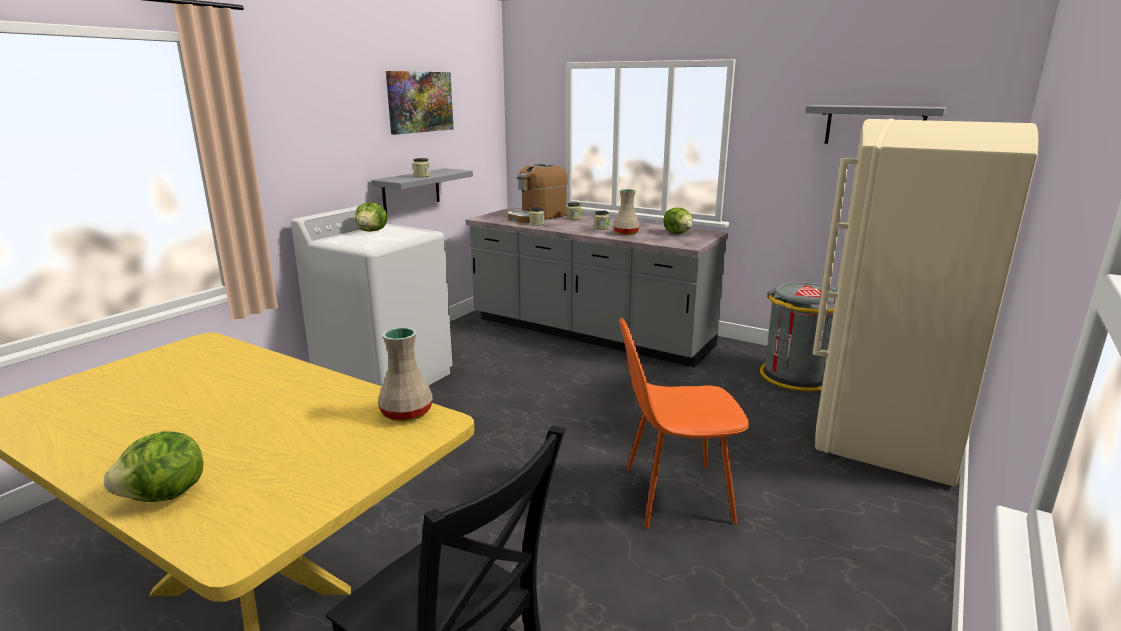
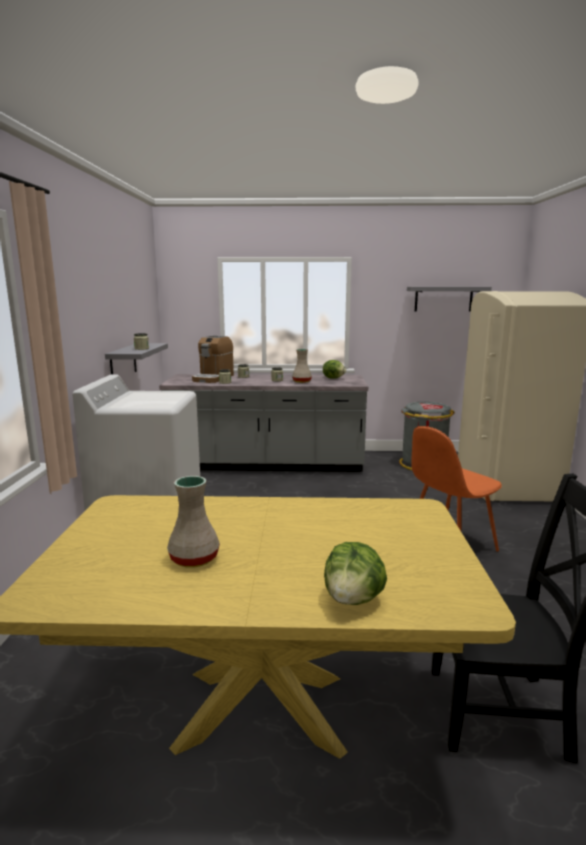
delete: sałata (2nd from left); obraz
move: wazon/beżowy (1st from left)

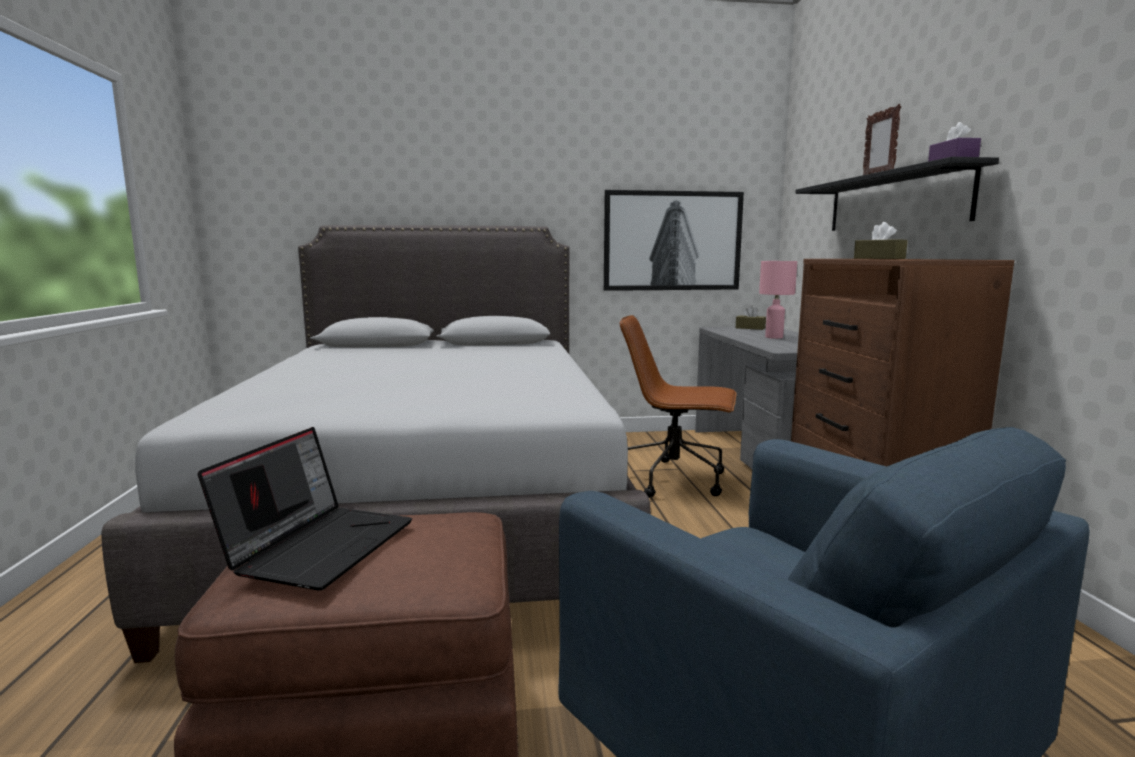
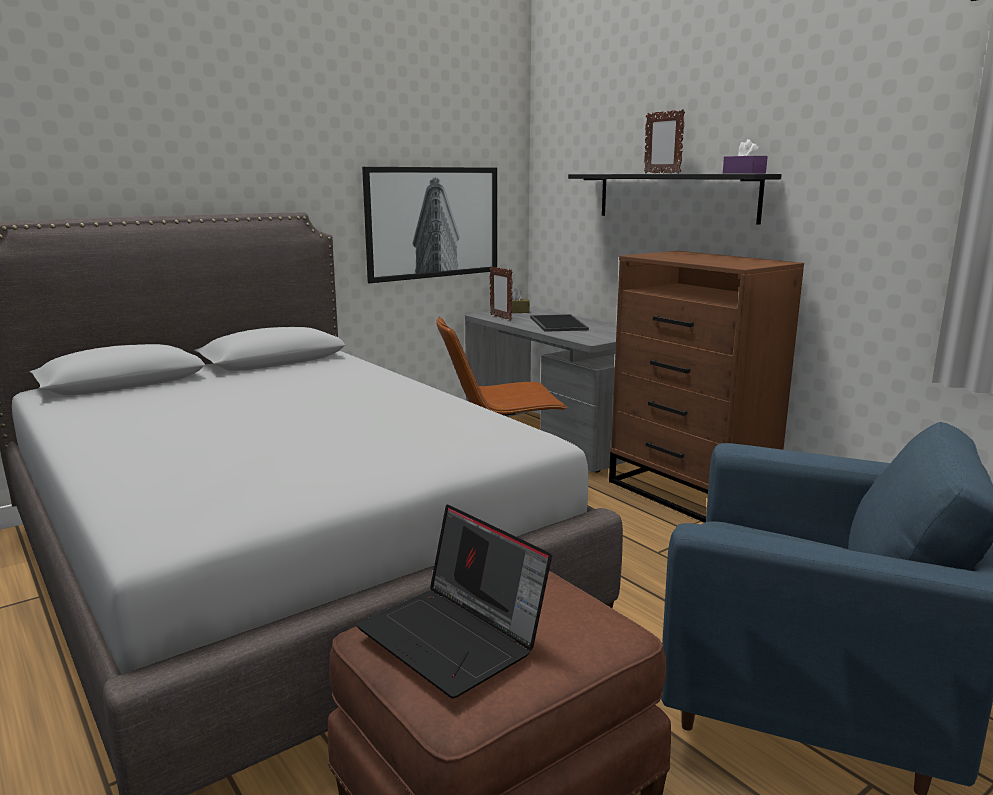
delete: pudełko chusteczek/brązowy (2nd from left)
insert: ramka na zdjęcie (1st from left)
replace: lampa stołowa/różowy to taca
rotate: laptop 150 degrees clockwise

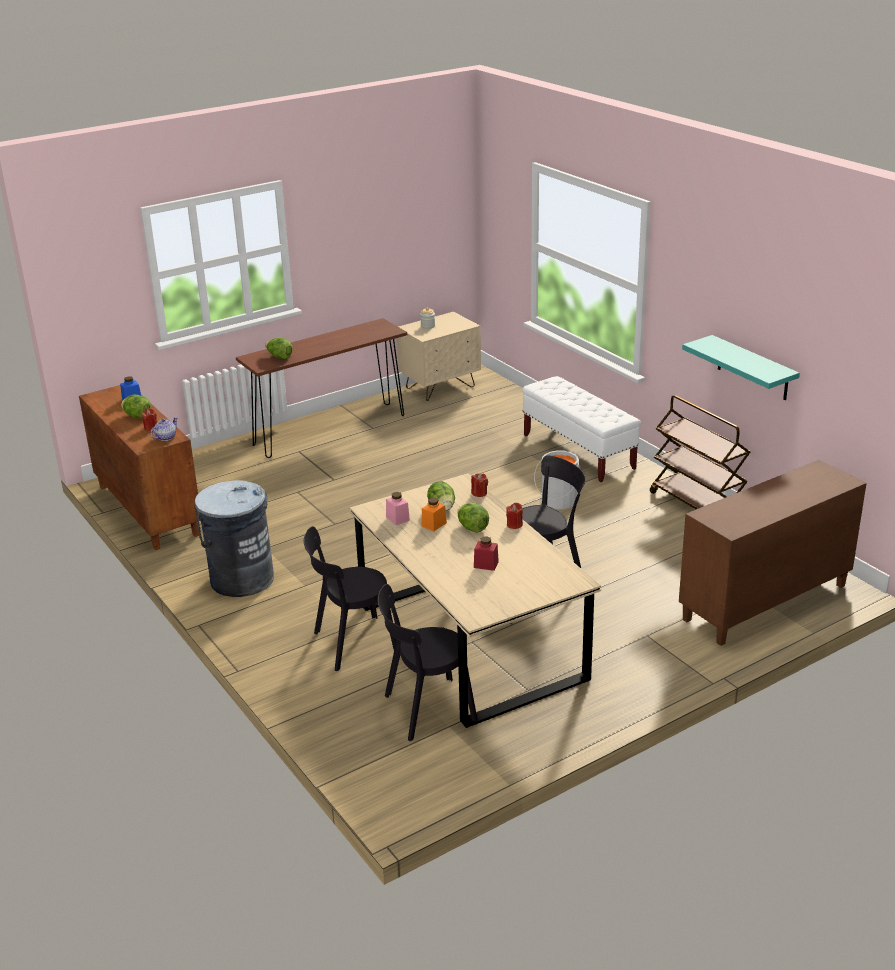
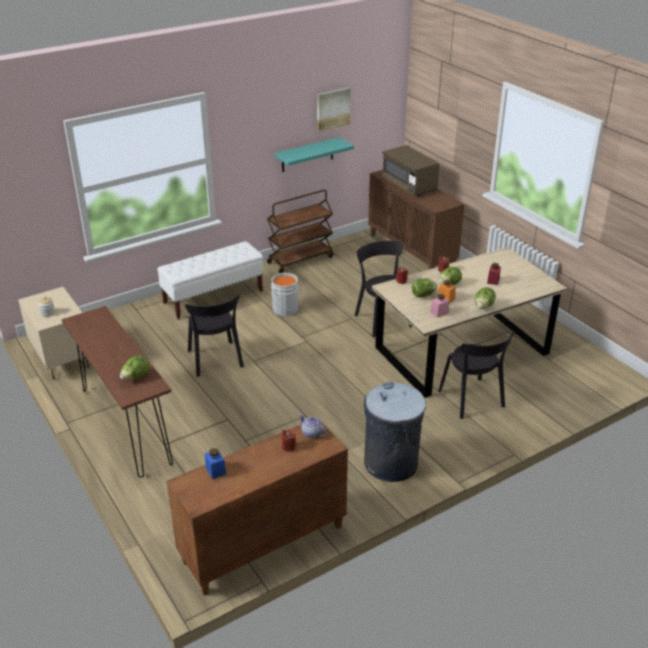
insert: obraz; mikrofalówka/brązowy
move: sałata (1st from left in the first image) to sałata (4th from left); krzesło/czarny (2nd from left in the first image) to krzesło/czarny (1st from left)

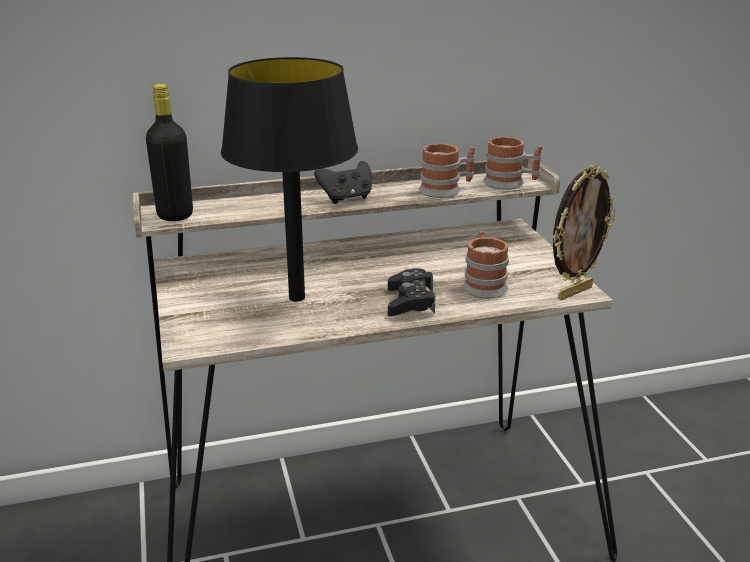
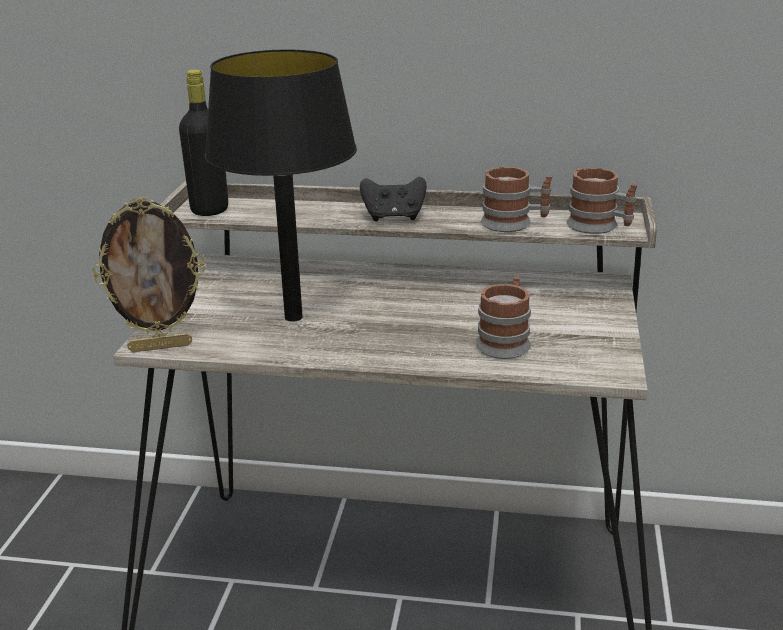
delete: pad do gier/czarny (2nd from left)
move: ramka na zdjęcie

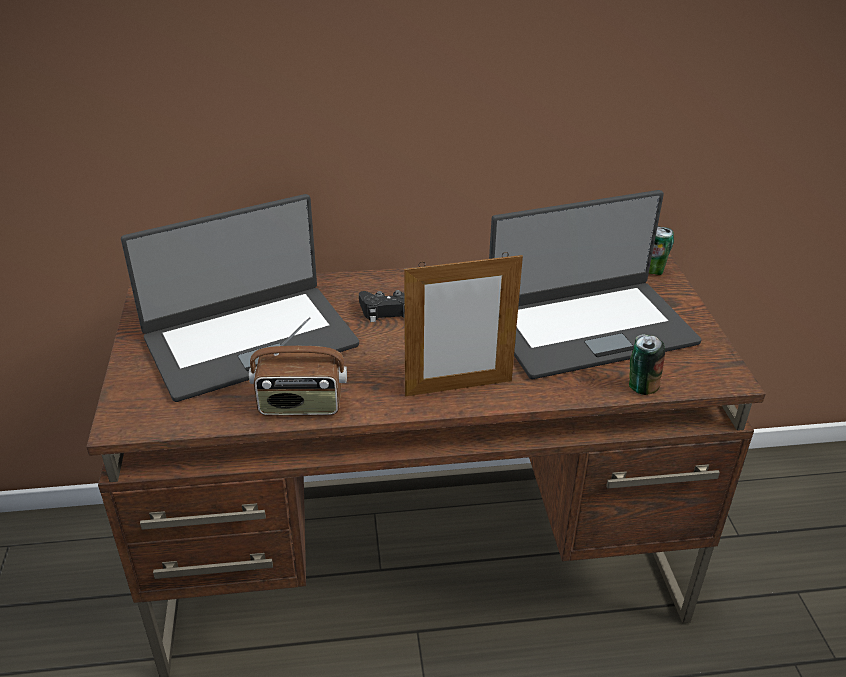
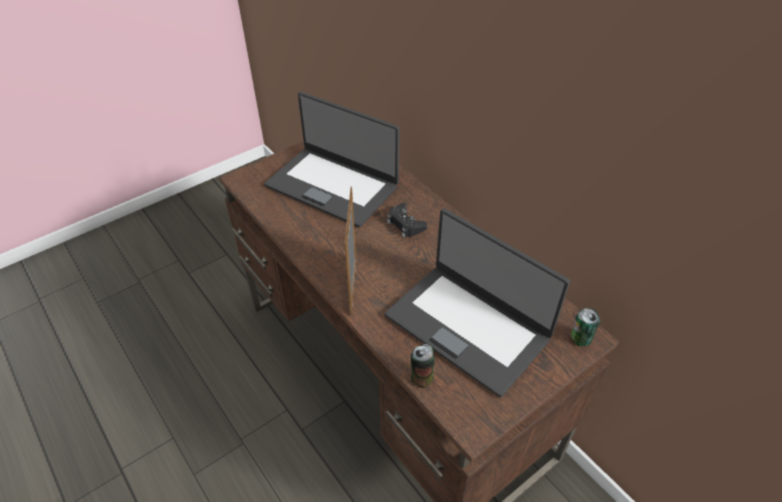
delete: radio
rotate: ramka na zdjęcie 45 degrees clockwise

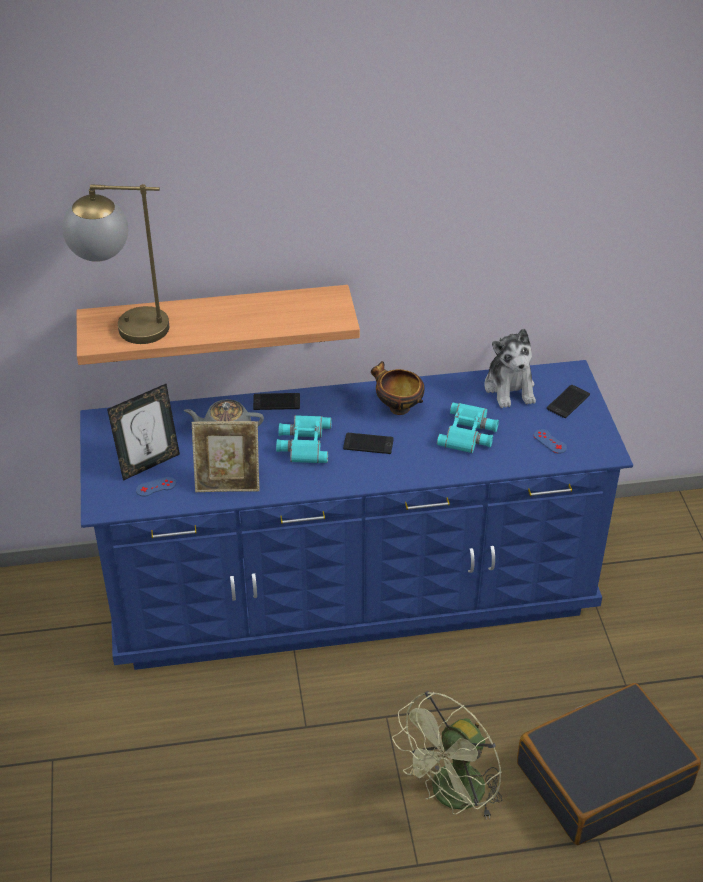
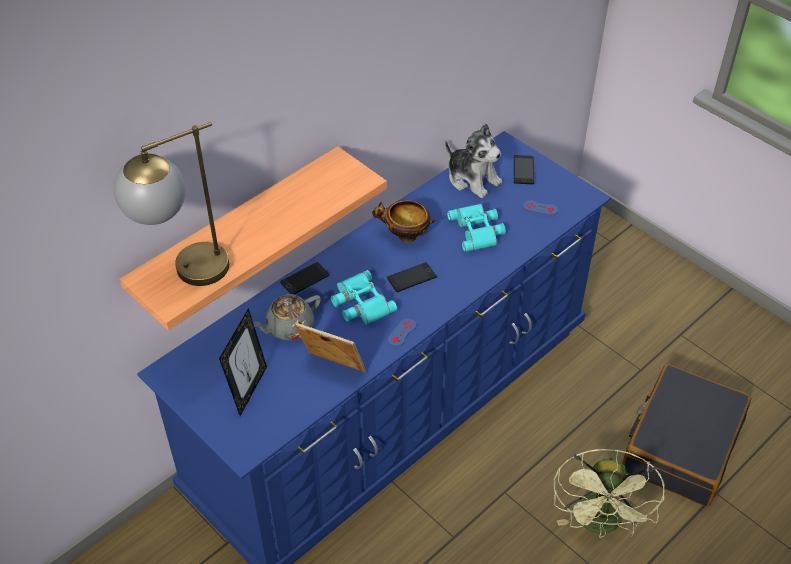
move: pad do gier/niebieski (1st from left)
rotate: ramka na zdjęcie (2nd from left) 120 degrees counterclockwise

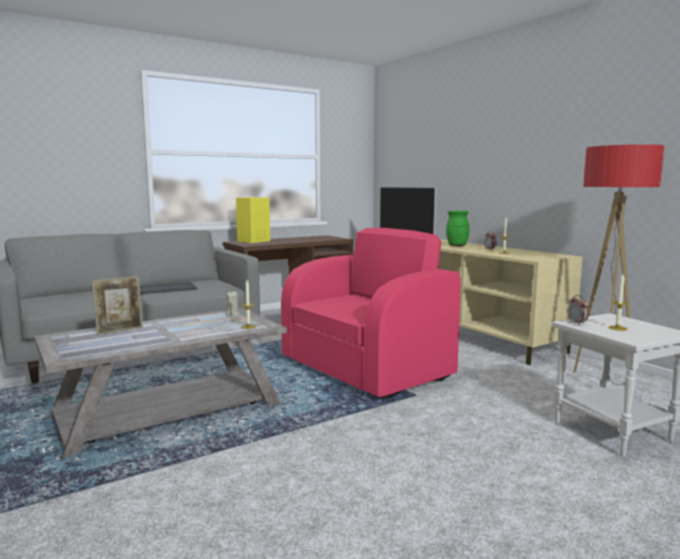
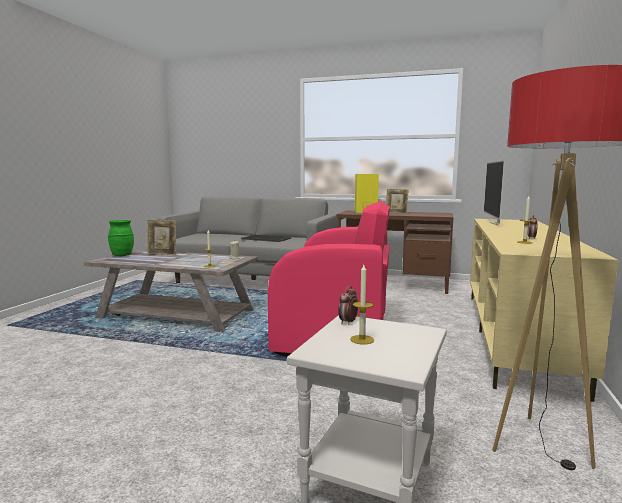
insert: ramka na zdjęcie (2nd from left)
move: wazon/zielony

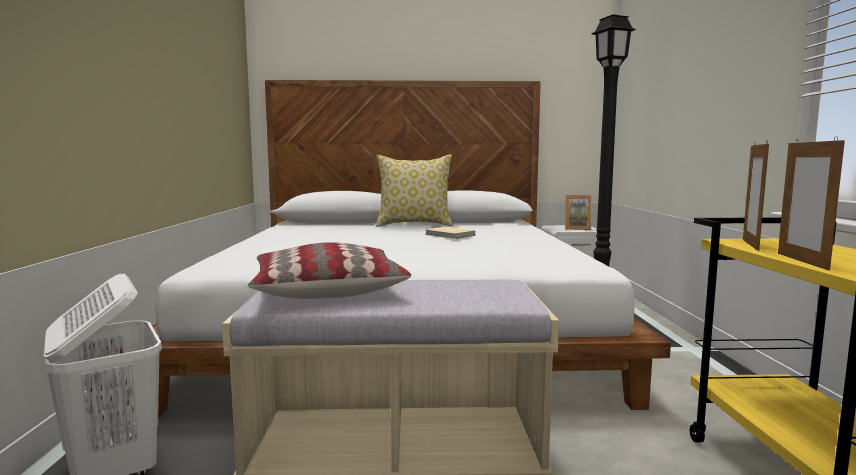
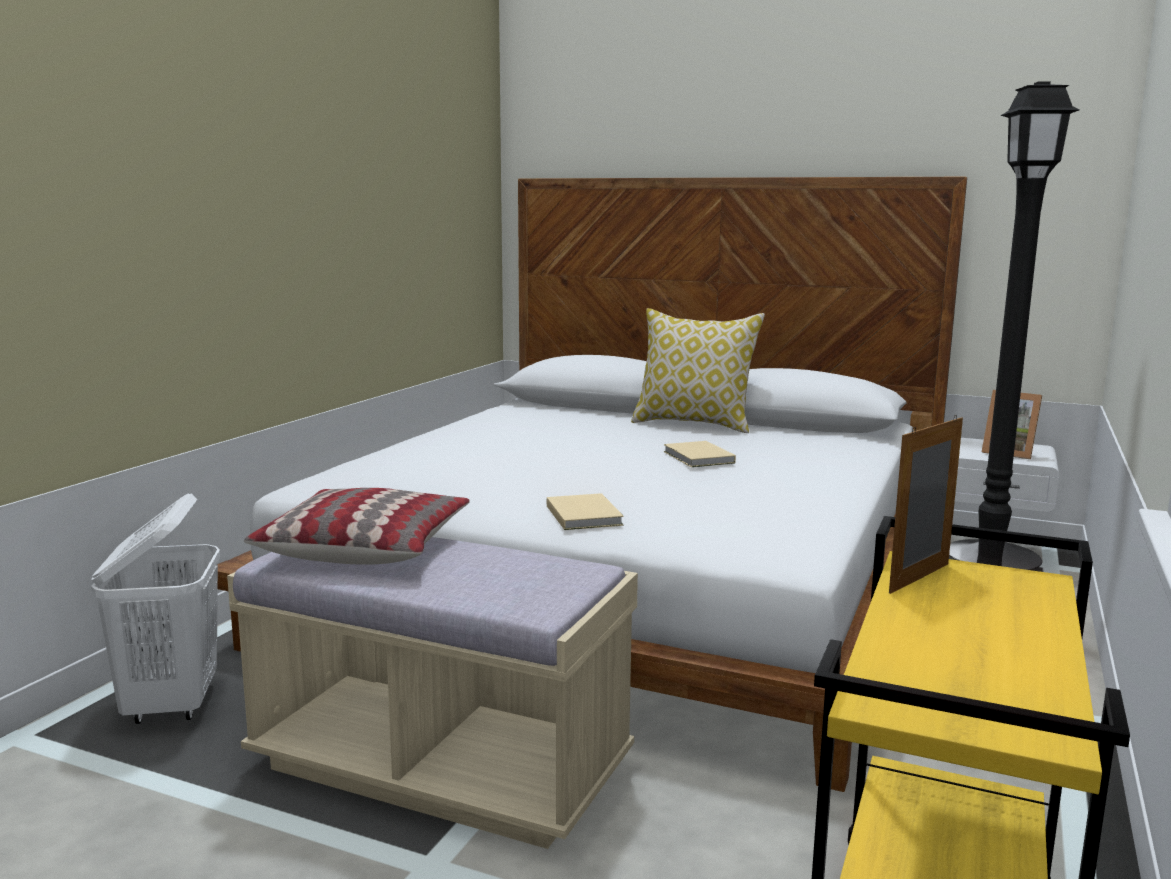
delete: ramka na zdjęcie (3rd from left)
insert: książka/beżowy (1st from left)

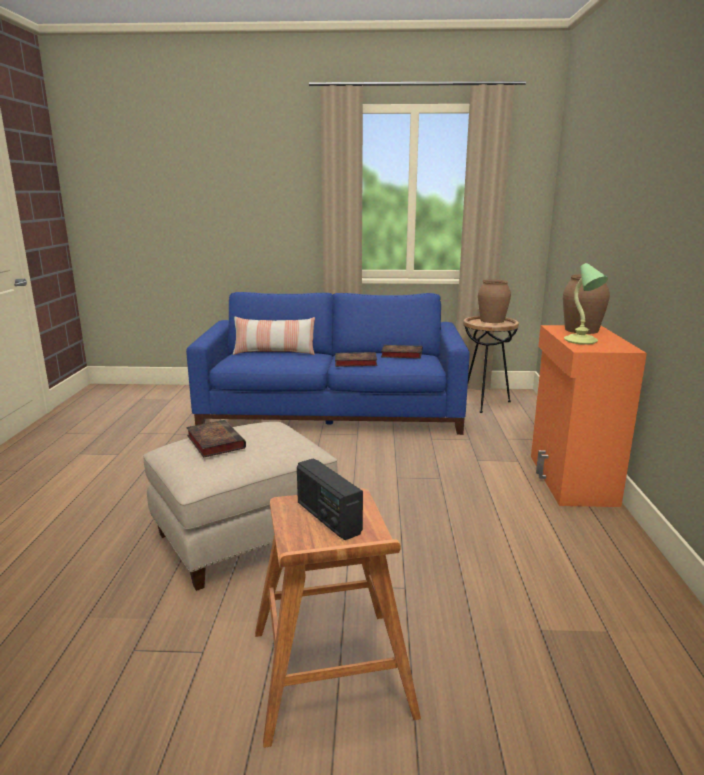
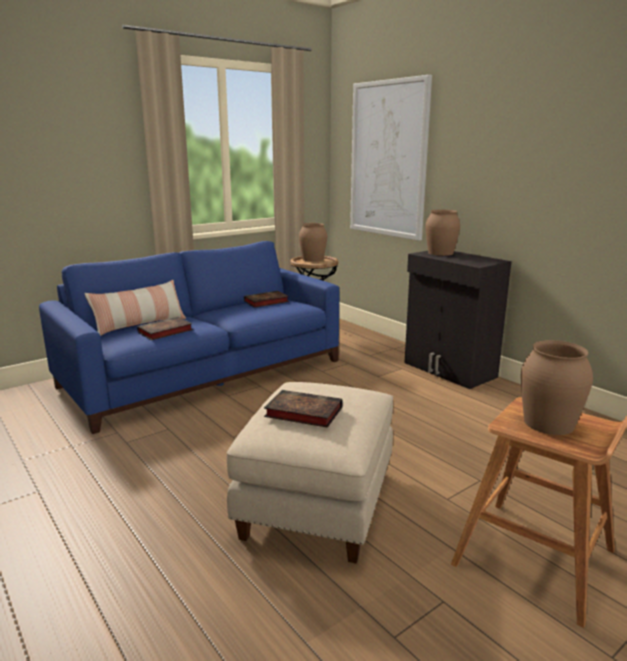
delete: lampa stołowa
insert: obraz
move: książka (2nd from left in the first image) to książka (1st from left)
replace: radio to wazon/brązowy (3rd from left)
recolor: szafka/pomarańczowy to szafka/czarny

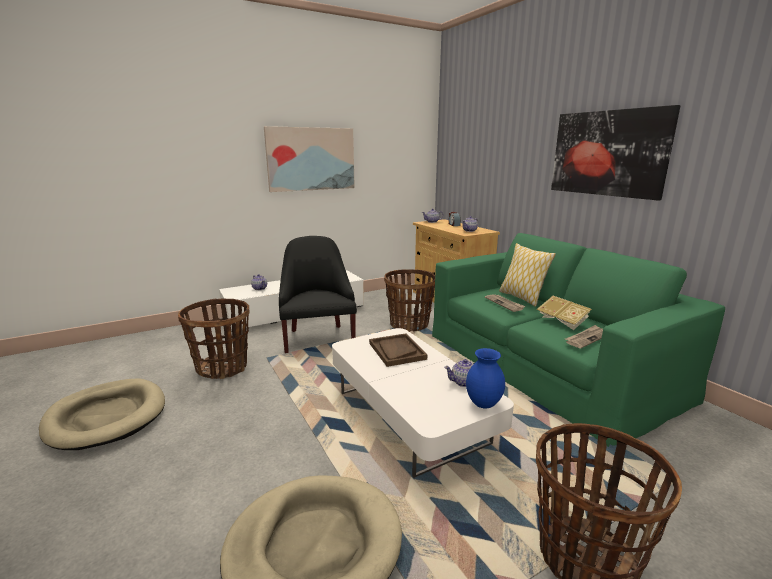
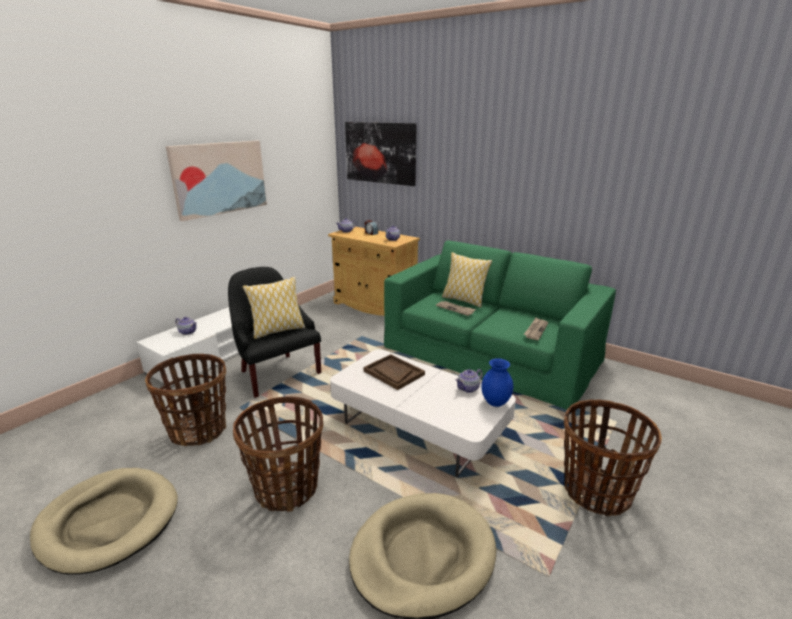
delete: książka
insert: poduszka (1st from left)
move: koszyk (2nd from left); obraz (2nd from left)

